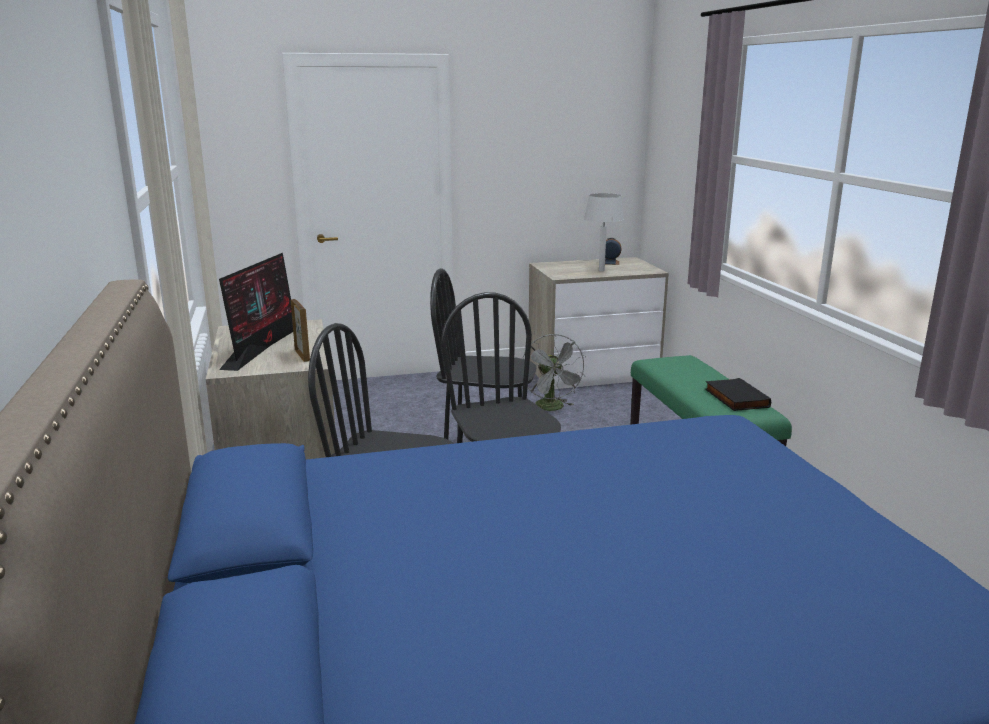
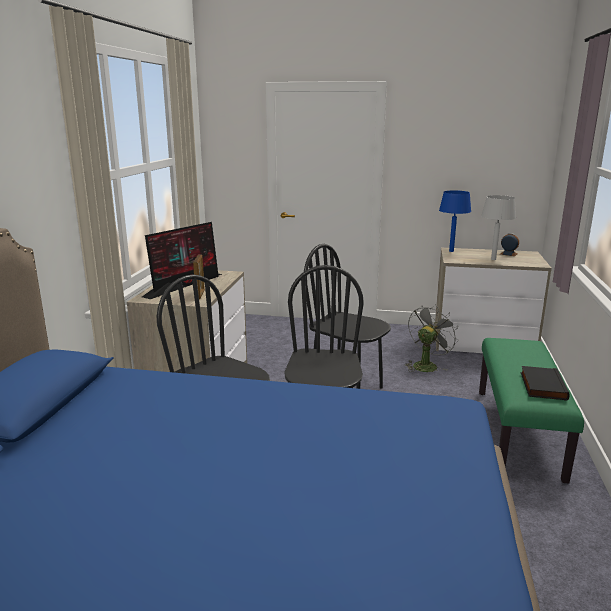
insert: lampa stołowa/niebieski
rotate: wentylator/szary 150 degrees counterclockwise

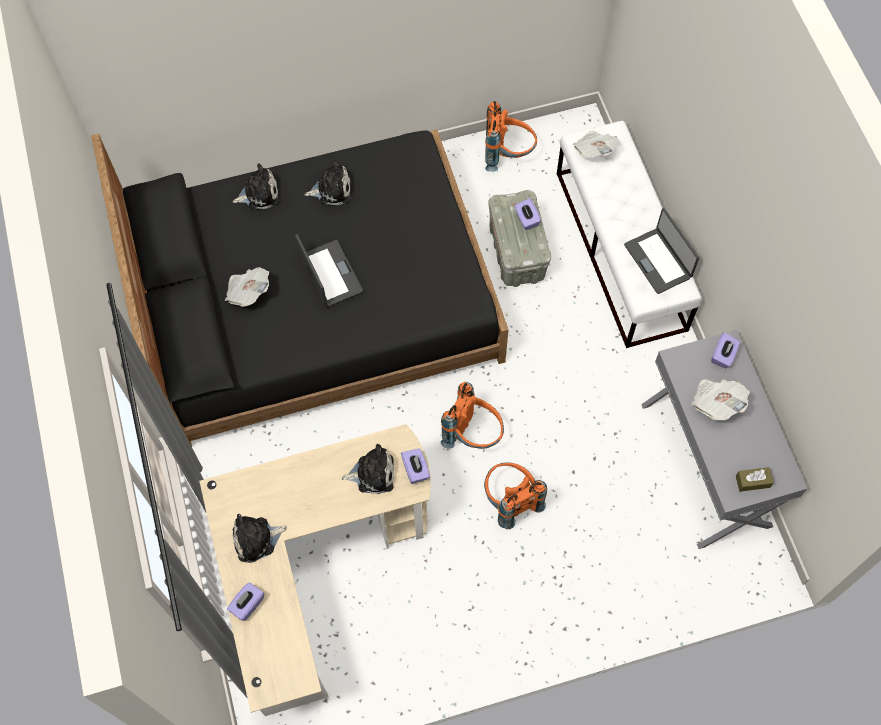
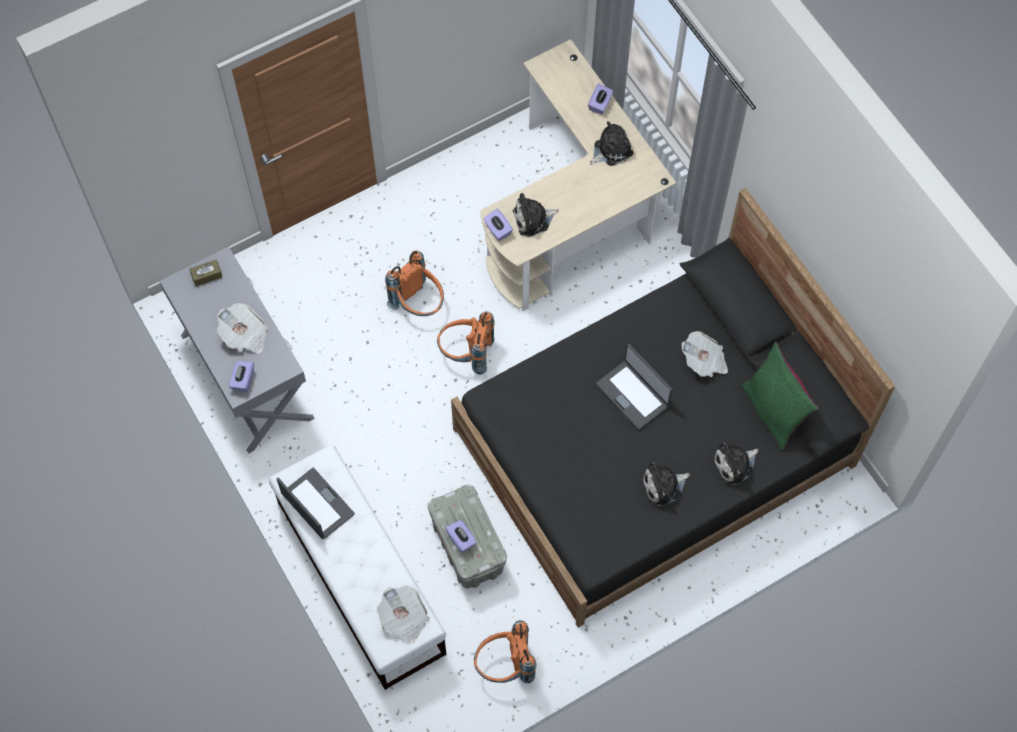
insert: poduszka/zielony

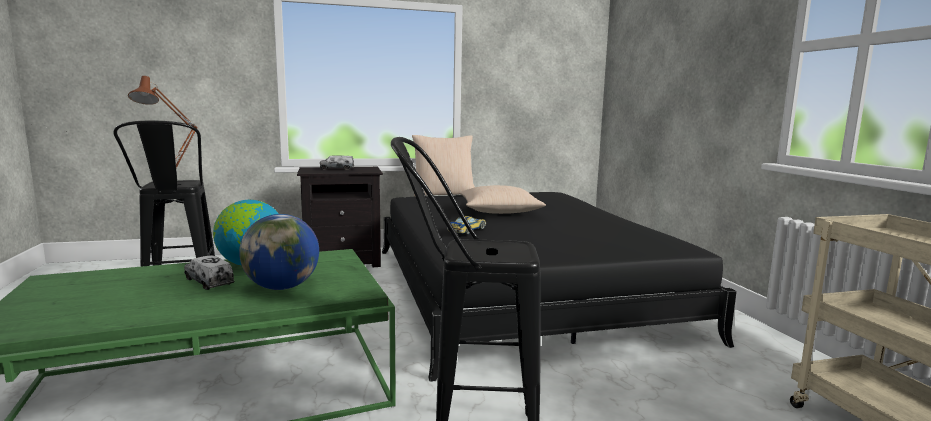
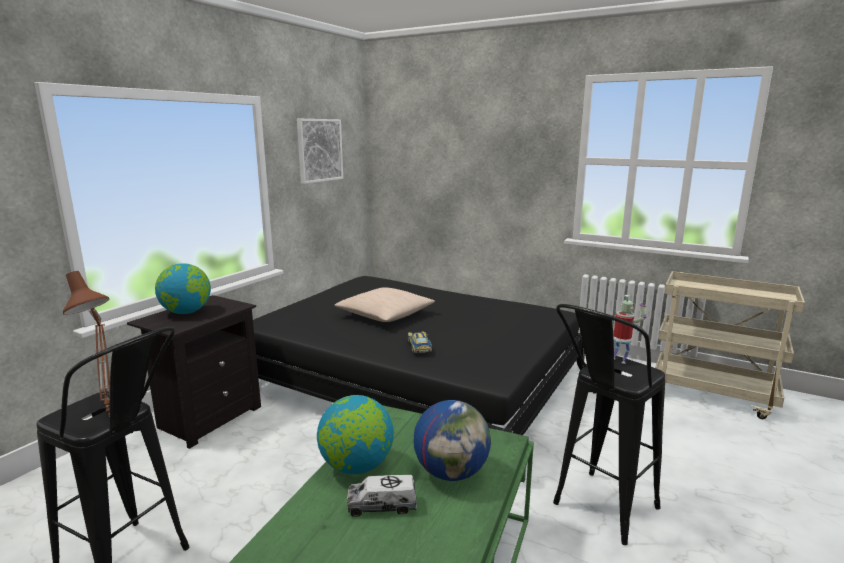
delete: poduszka/beżowy (1st from left)
insert: obraz; robot zabawkowy
replace: ciężarówka zabawkowa (2nd from left) to globus (1st from left)

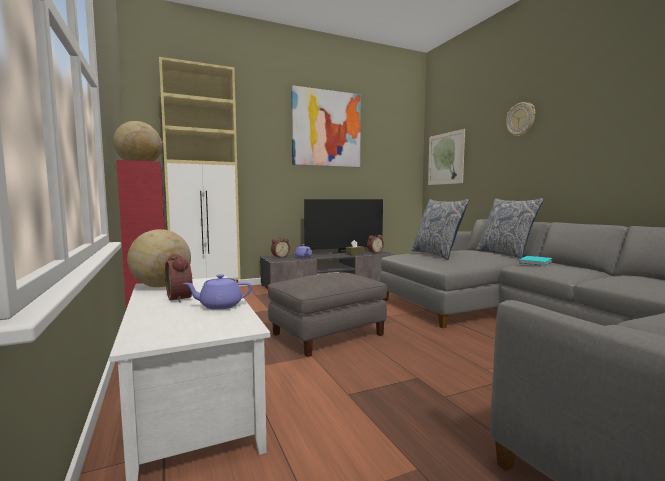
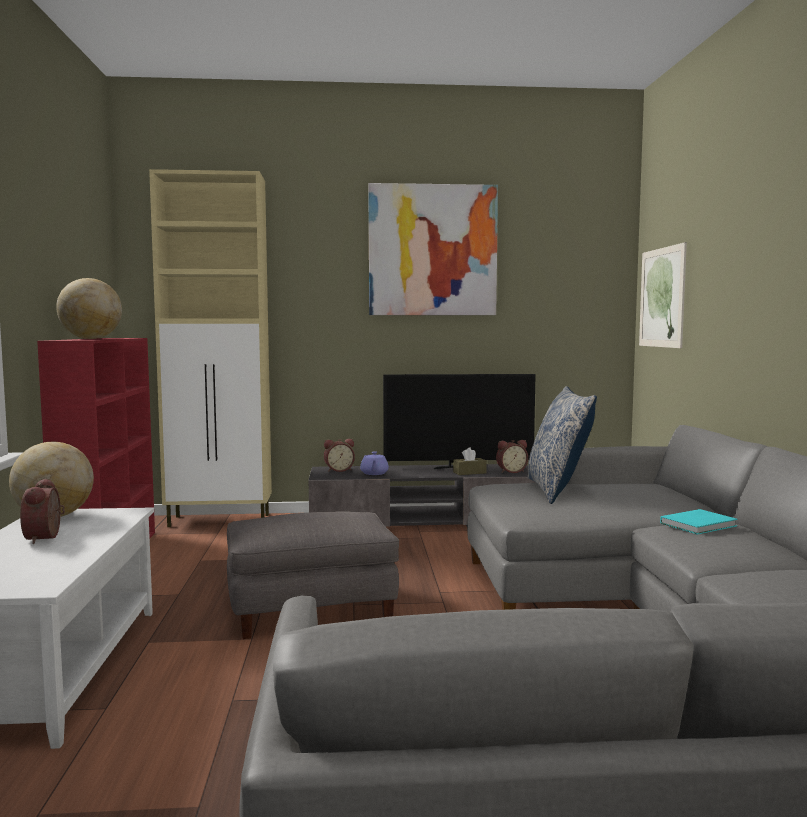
delete: imbryk/fioletowy (1st from left); poduszka (2nd from left); zegar ścienny

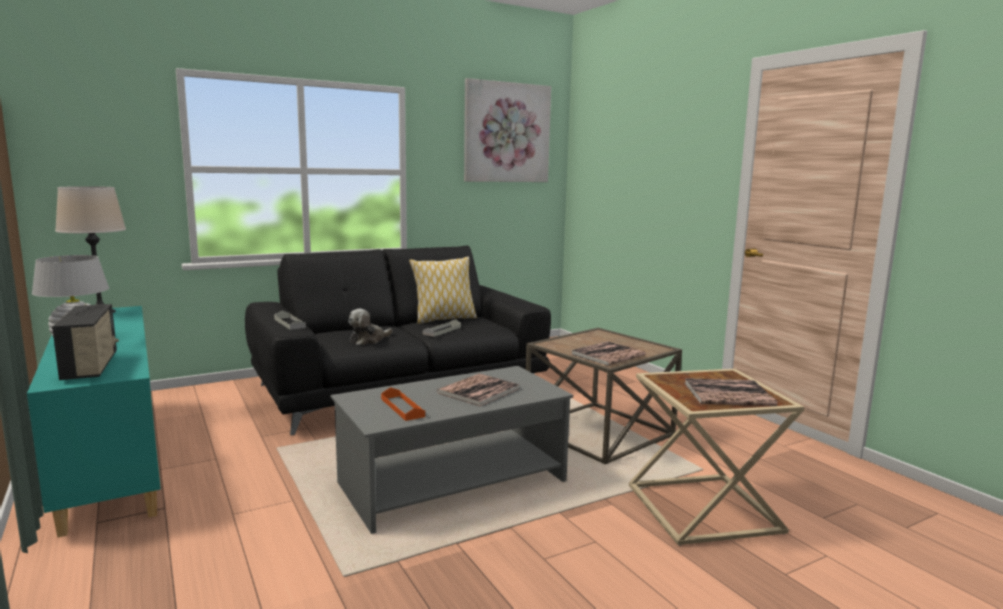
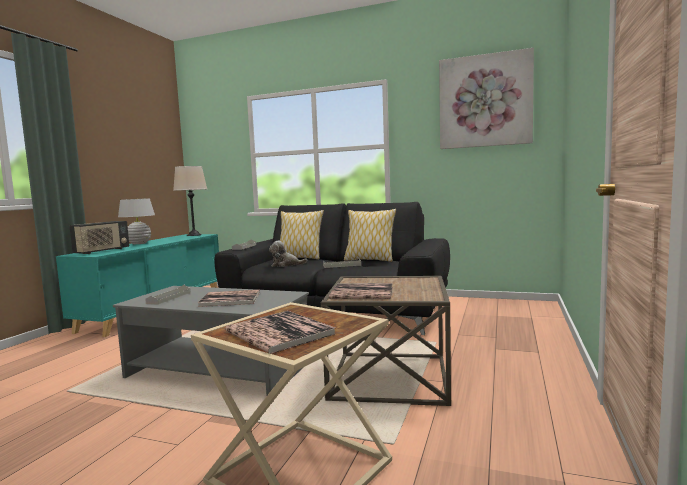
insert: poduszka (1st from left)
recolor: taca/pomarańczowy to taca/szary (1st from left)

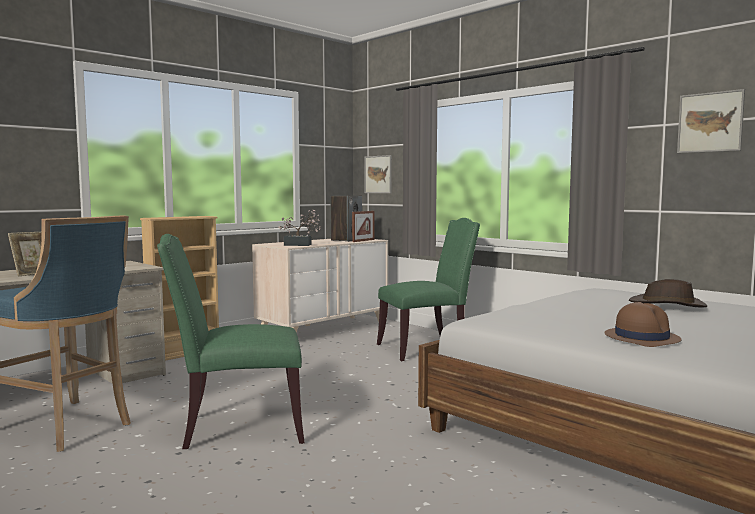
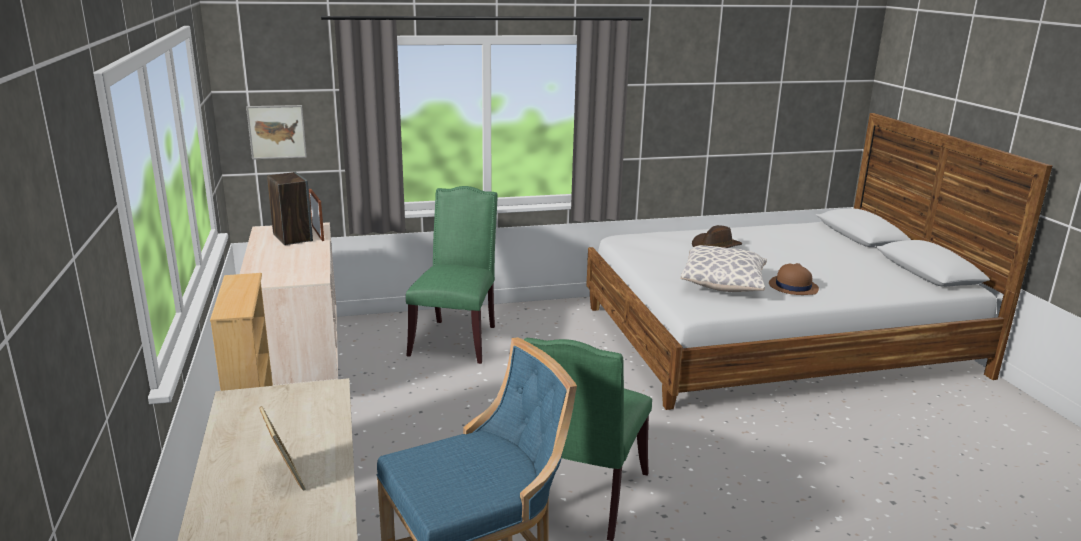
delete: roślina doniczkowa; obraz (2nd from left)
insert: poduszka

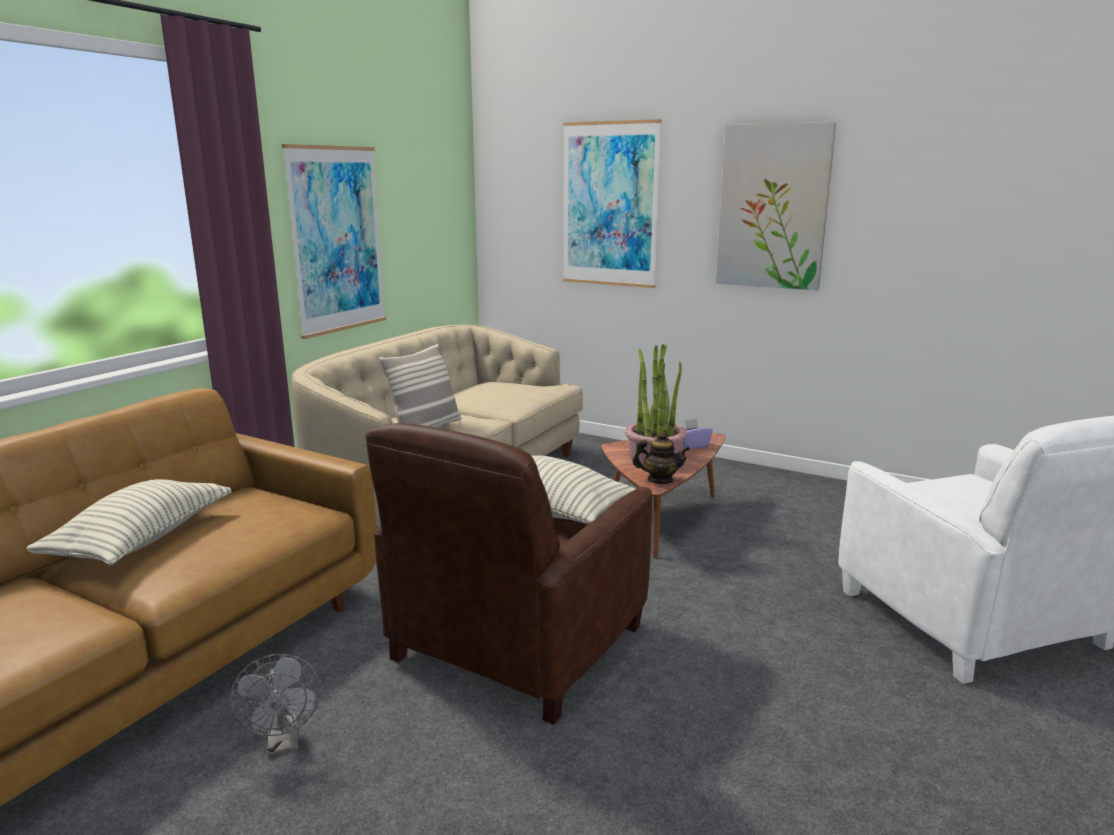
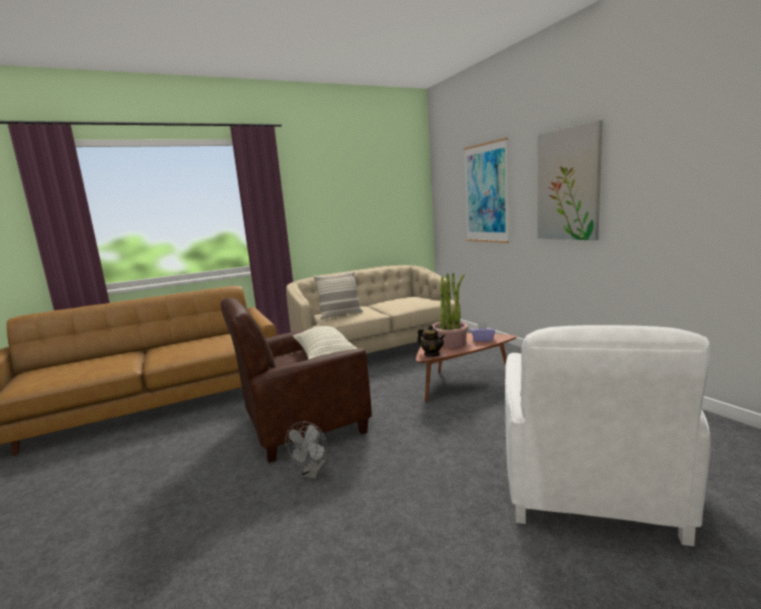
delete: poduszka (1st from left); obraz (1st from left)
move: wentylator/szary

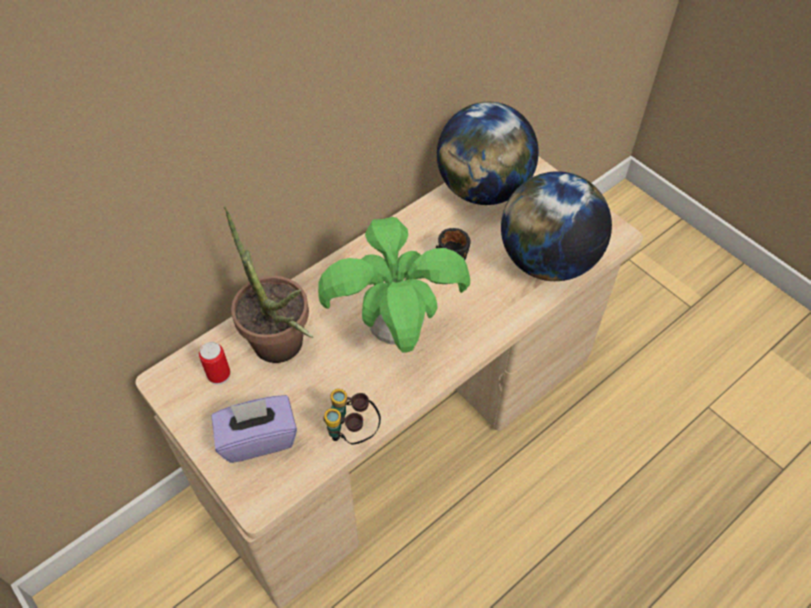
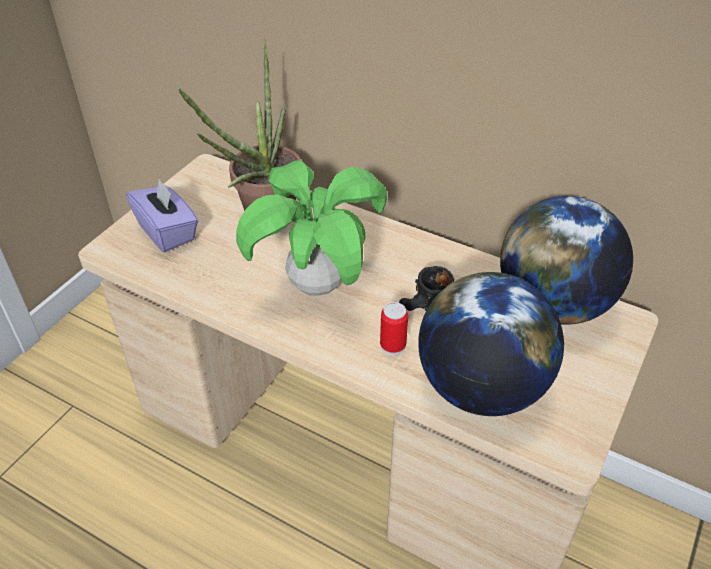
delete: lornetka
move: puszka

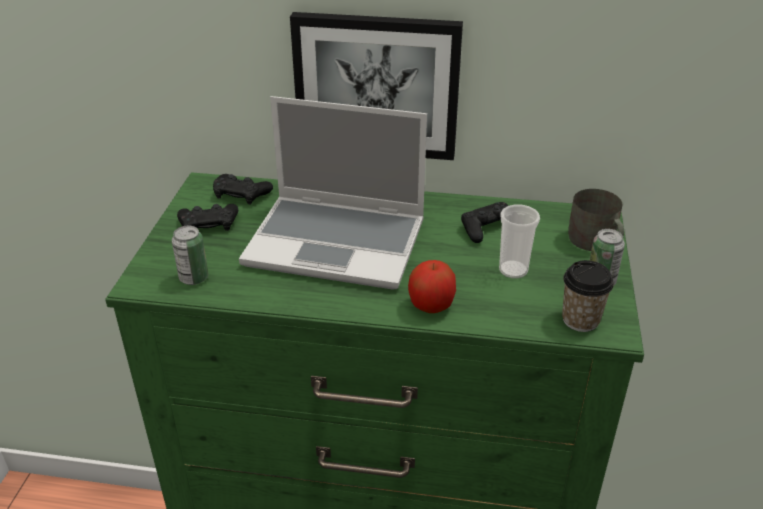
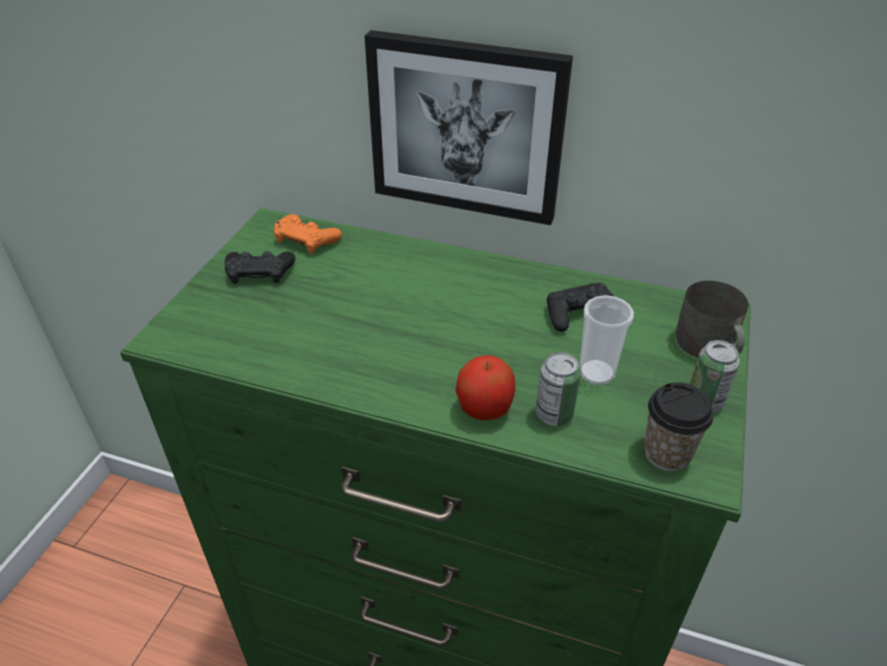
delete: laptop
move: puszka (1st from left)
recolor: pad do gier/czarny (2nd from left) to pad do gier/pomarańczowy

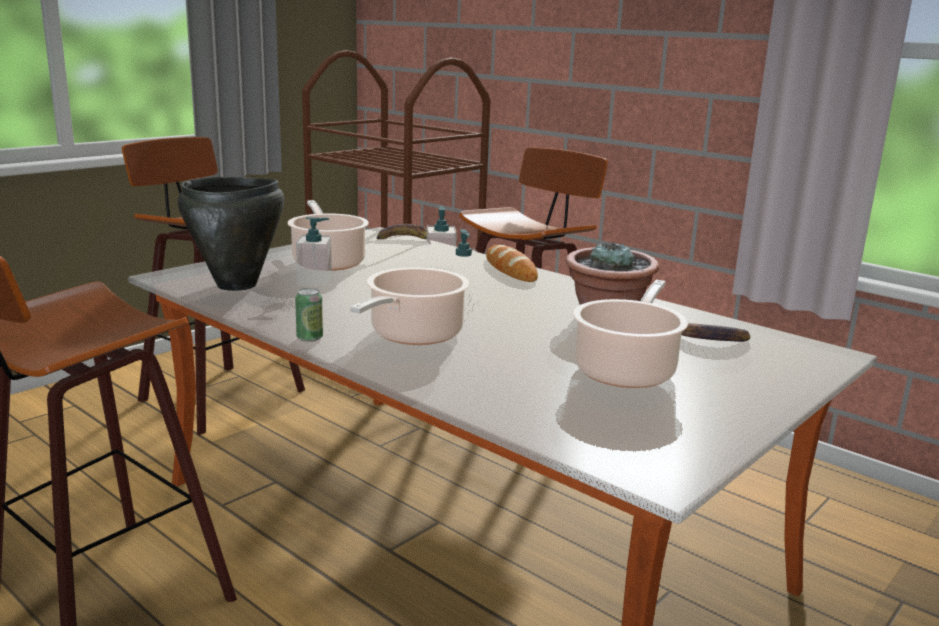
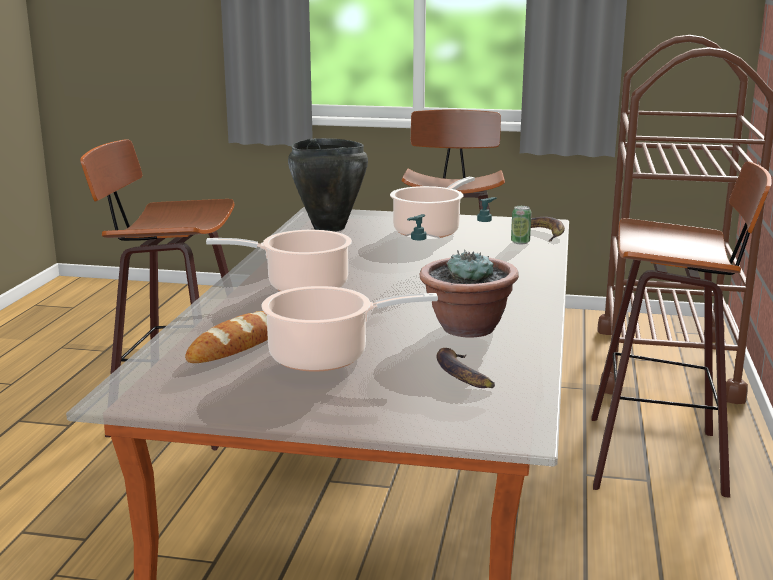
delete: dozownik mydła (1st from left)
move: puszka; chleb

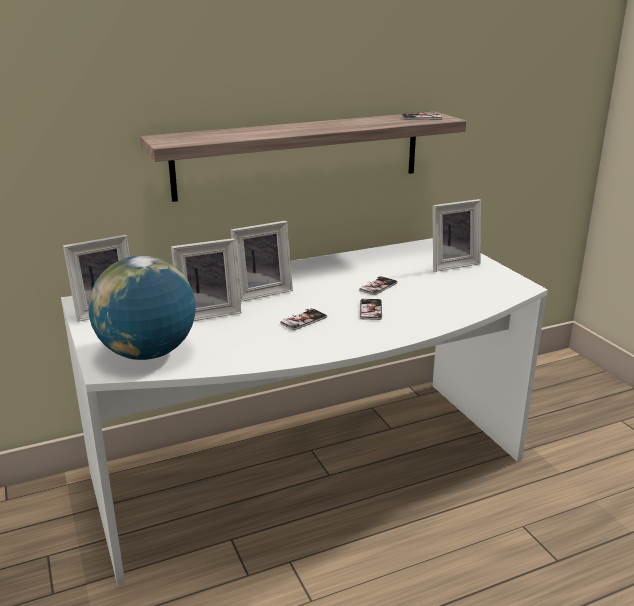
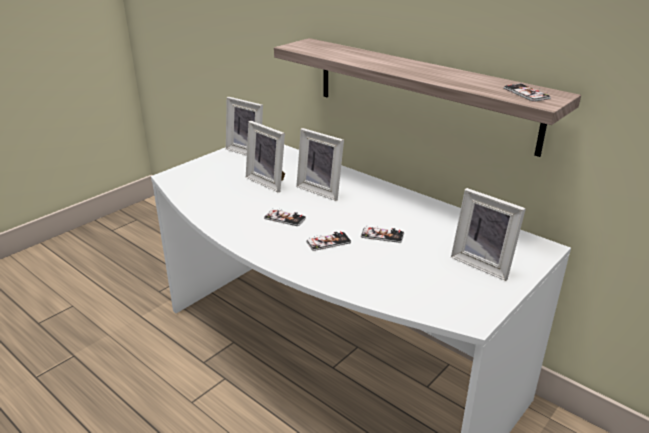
delete: globus

